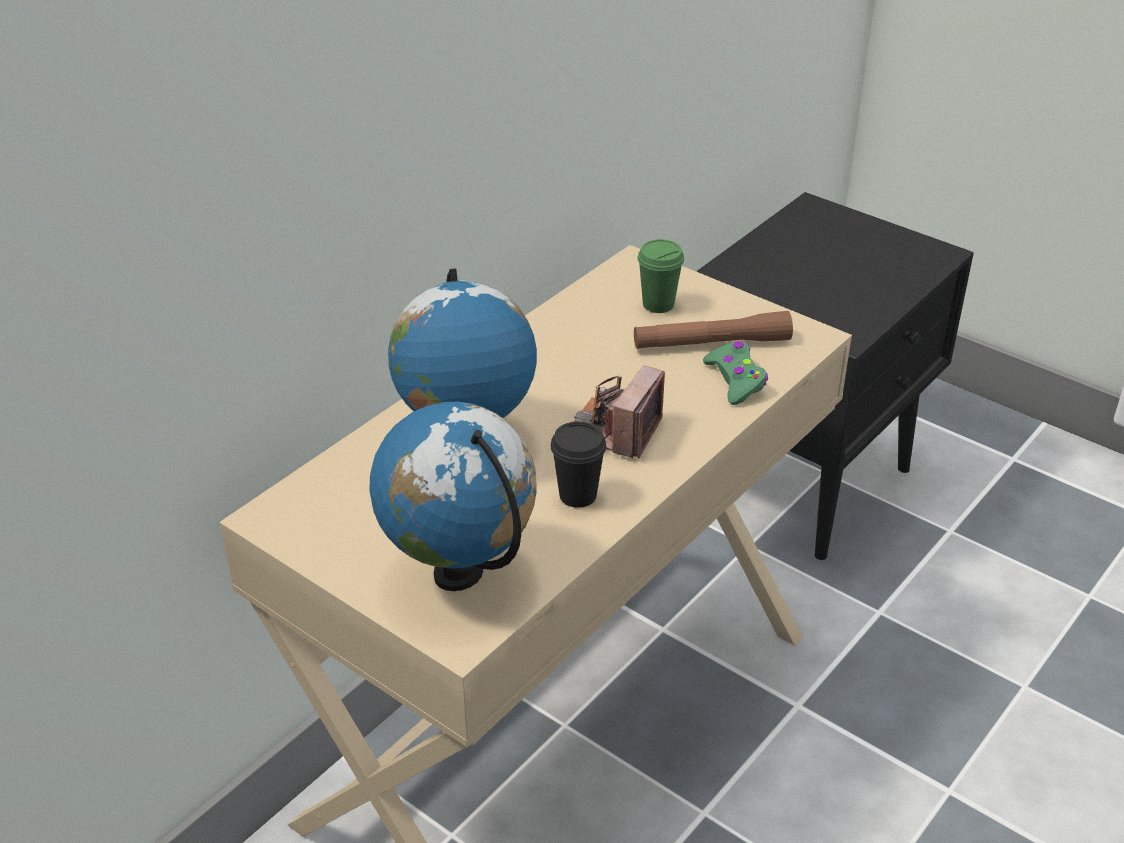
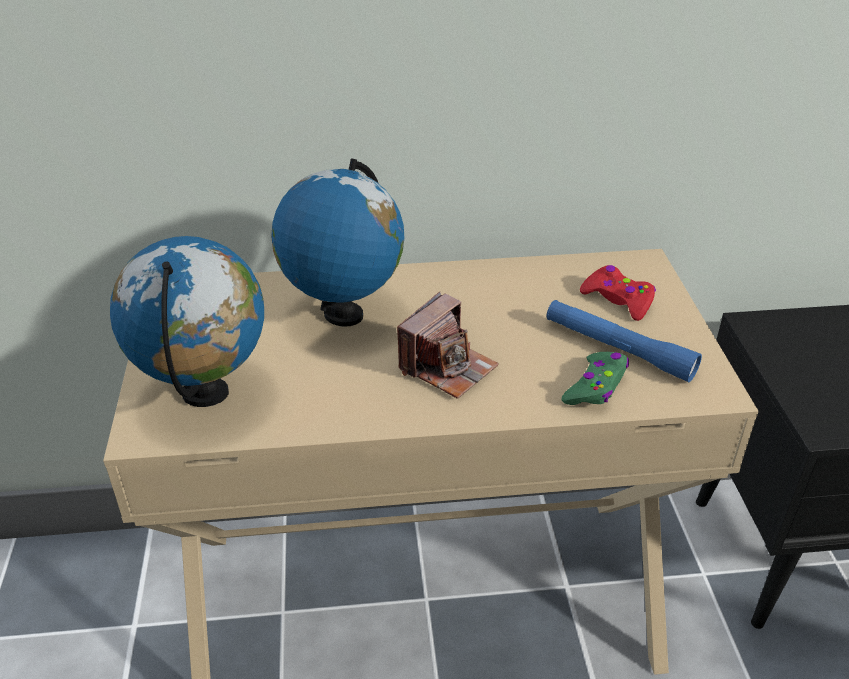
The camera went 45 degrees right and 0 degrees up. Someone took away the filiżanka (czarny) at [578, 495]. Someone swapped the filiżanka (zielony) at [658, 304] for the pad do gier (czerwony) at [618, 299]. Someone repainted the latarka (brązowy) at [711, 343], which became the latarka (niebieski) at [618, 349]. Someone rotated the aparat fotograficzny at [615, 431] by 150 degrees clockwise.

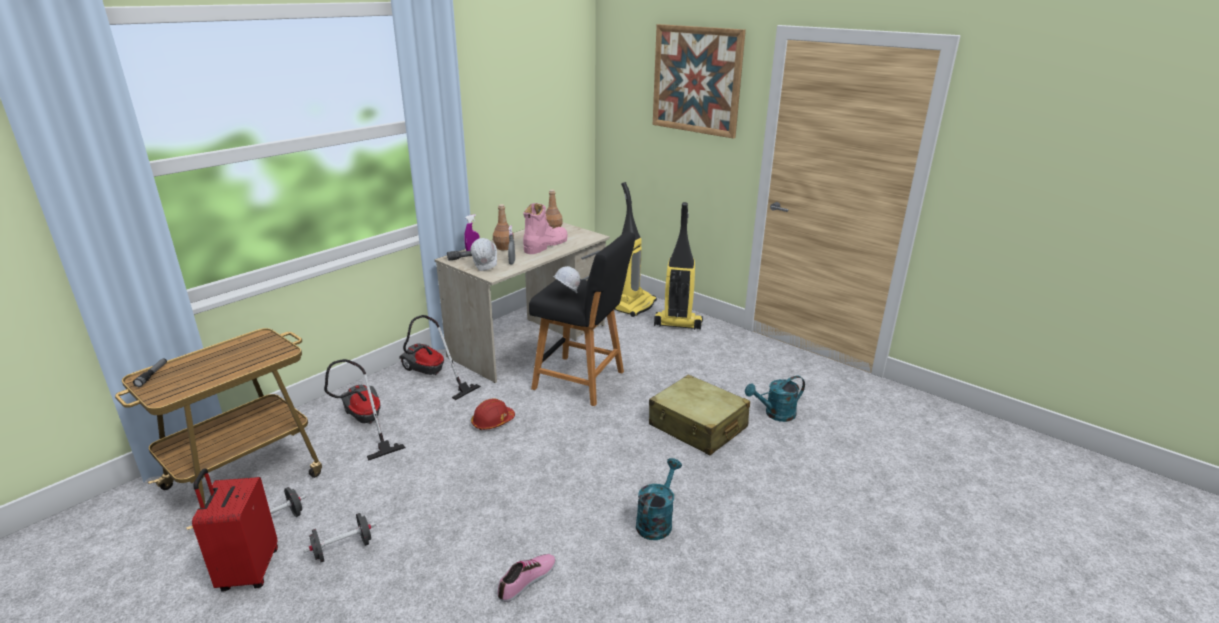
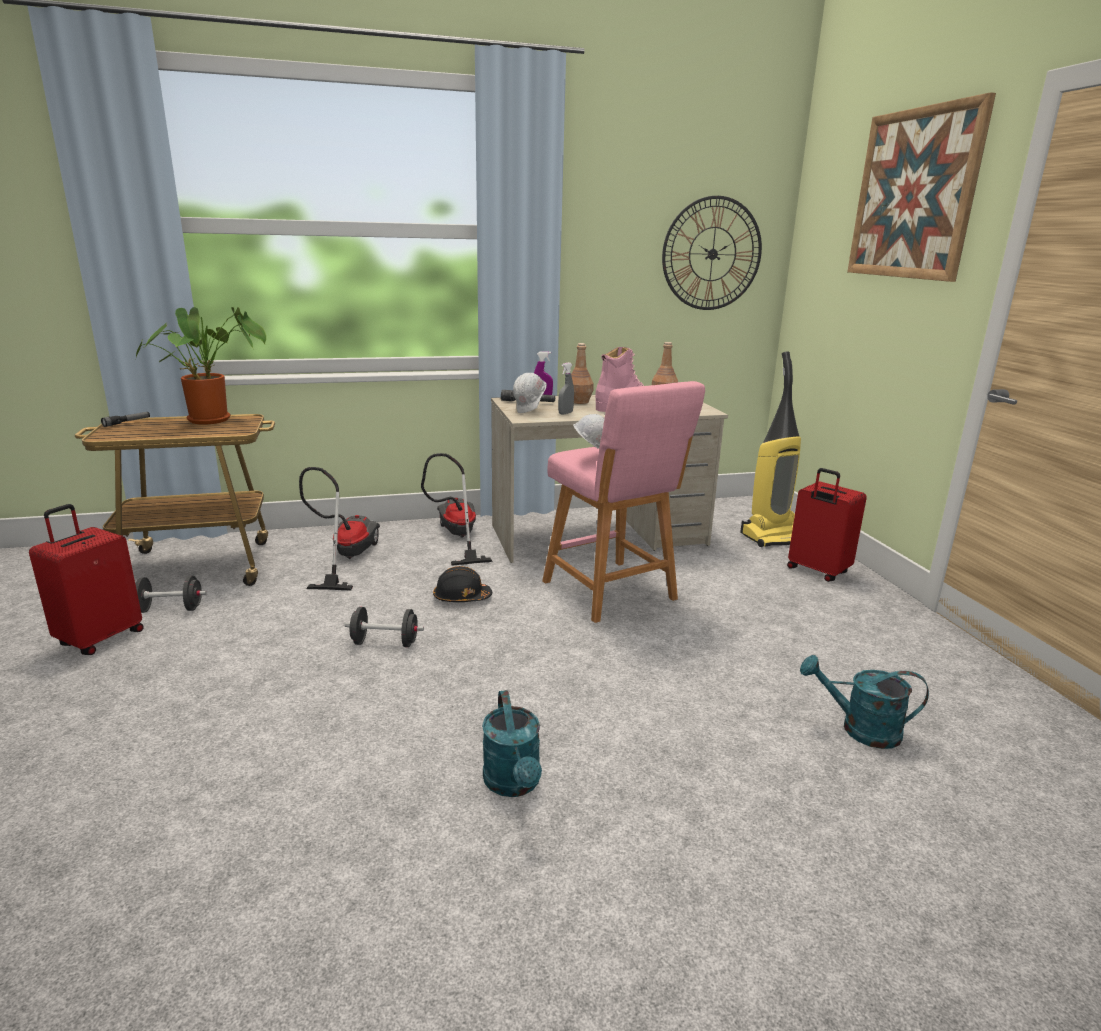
The camera went 35 degrees right and 5 degrees down. Someone took away the but at [527, 580]. Someone took away the walizka (beżowy) at [698, 426]. Someone put down the roślina doniczkowa at [214, 419]. Someone put up the zegar ścienny at [712, 254]. Someone carried the hantel (czarny) from [343, 549] to [385, 643]. Someone swapped the odkurzacz at [677, 324] for the walizka (czerwony) at [817, 571]. Someone repainted the kask (czerwony) at [493, 422], which became the kask (czarny) at [461, 598]. Someone repainted the stołek (czarny) at [583, 381], which became the stołek (różowy) at [612, 593]. Someone rotated the konewka (turkusowy) at [656, 520] by 105 degrees clockwise.

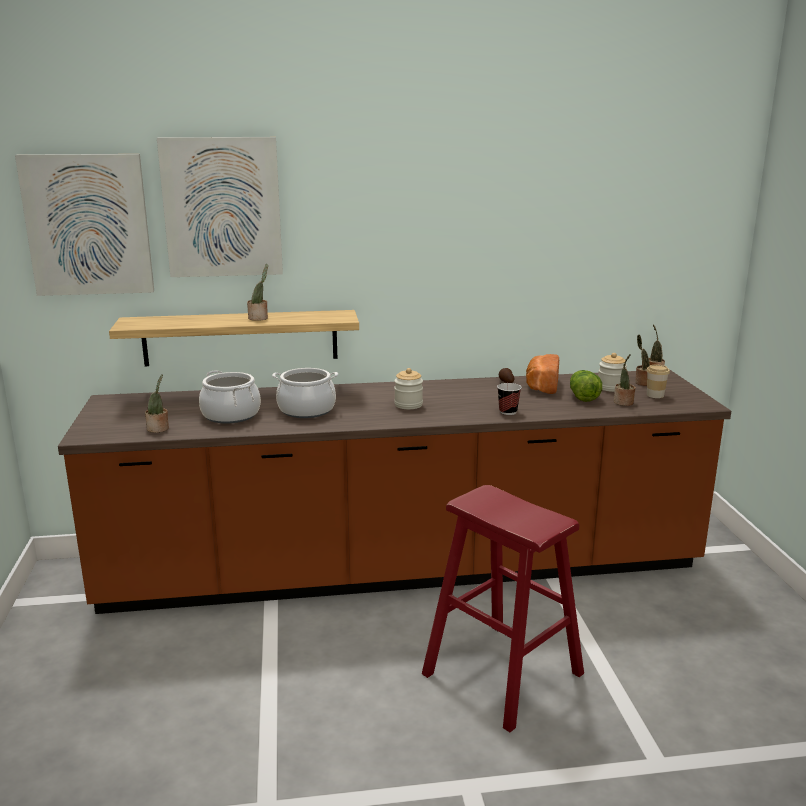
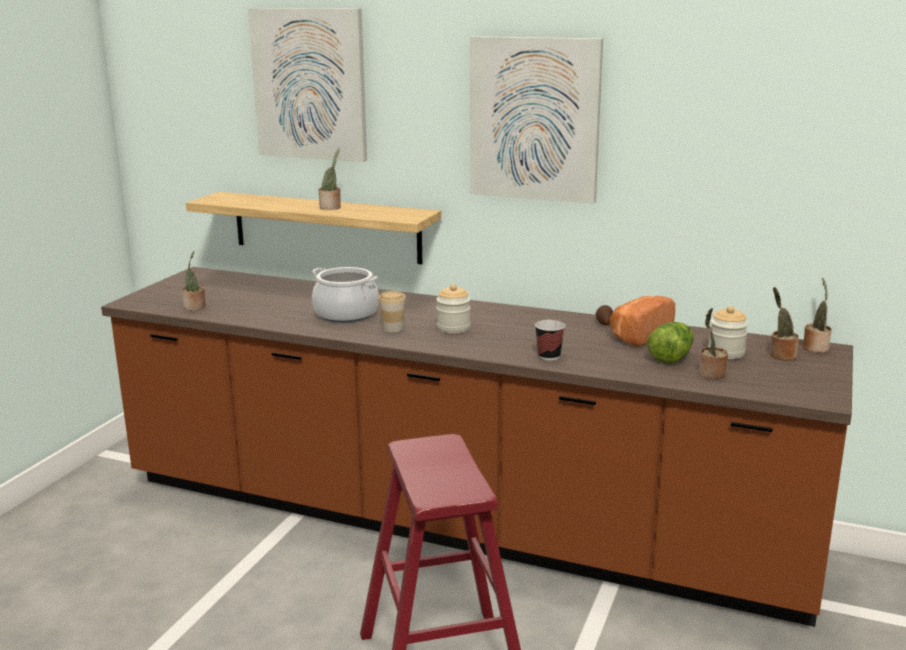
The camera went 30 degrees right and 0 degrees up. Someone took away the garnek at [231, 415]. Someone carried the obraz from [88, 225] to [534, 119]. Someone carried the filiżanka from [655, 395] to [393, 328].

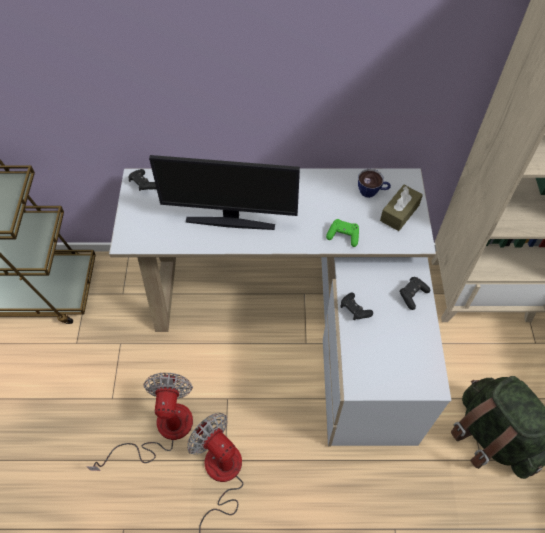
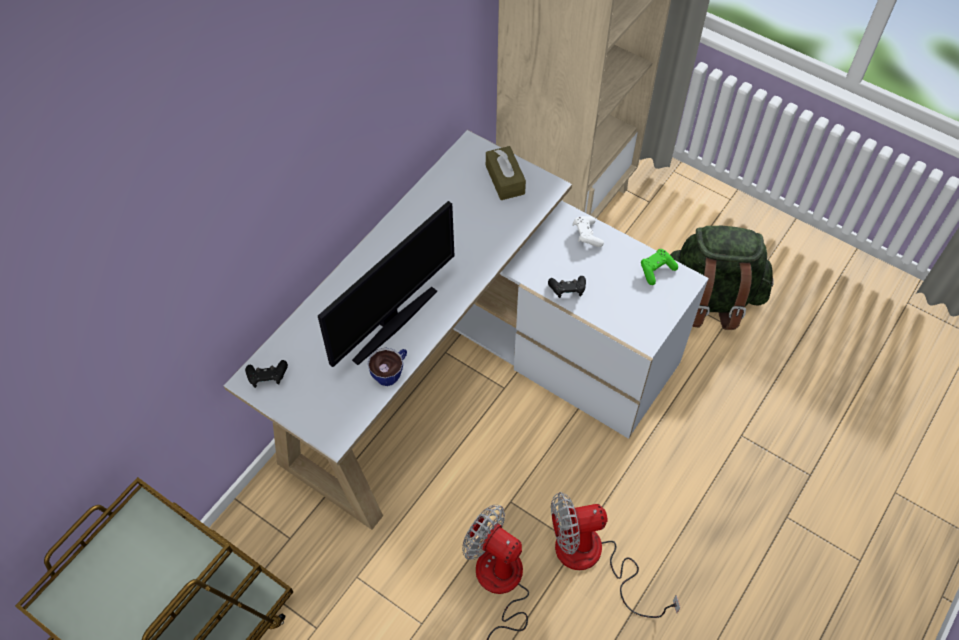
The camera went 55 degrees left and 0 degrees up. Someone carried the pad do gier (zielony) from [343, 236] to [656, 270]. Someone carried the filiżanka from [372, 191] to [391, 372]. Someone repainted the pad do gier (czarny) at [412, 295], which became the pad do gier (biały) at [586, 235].

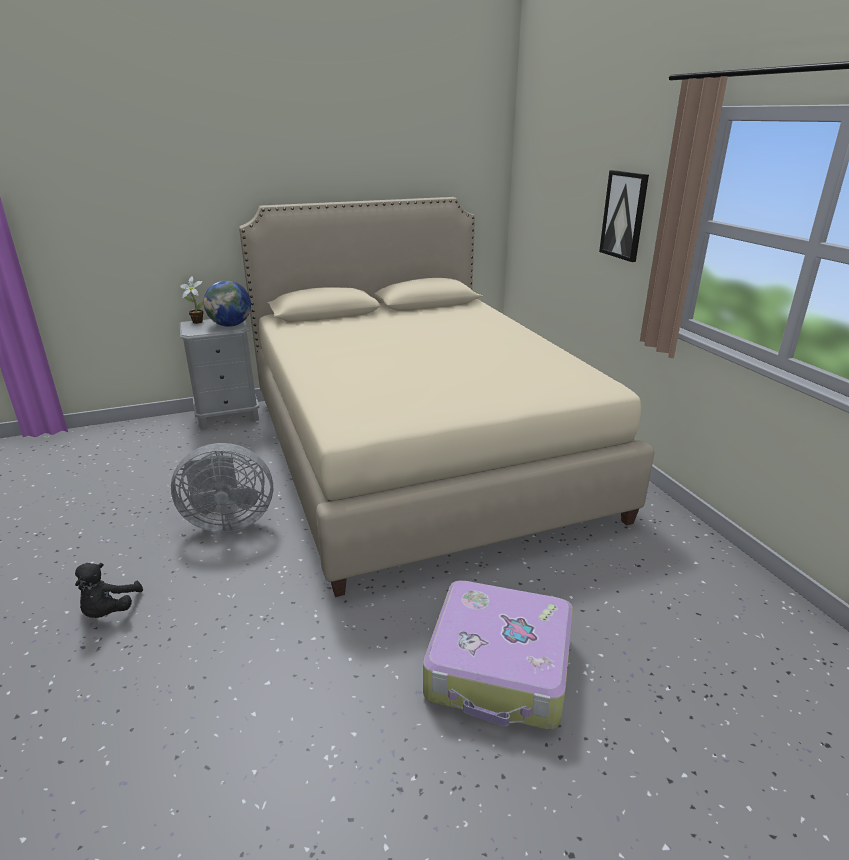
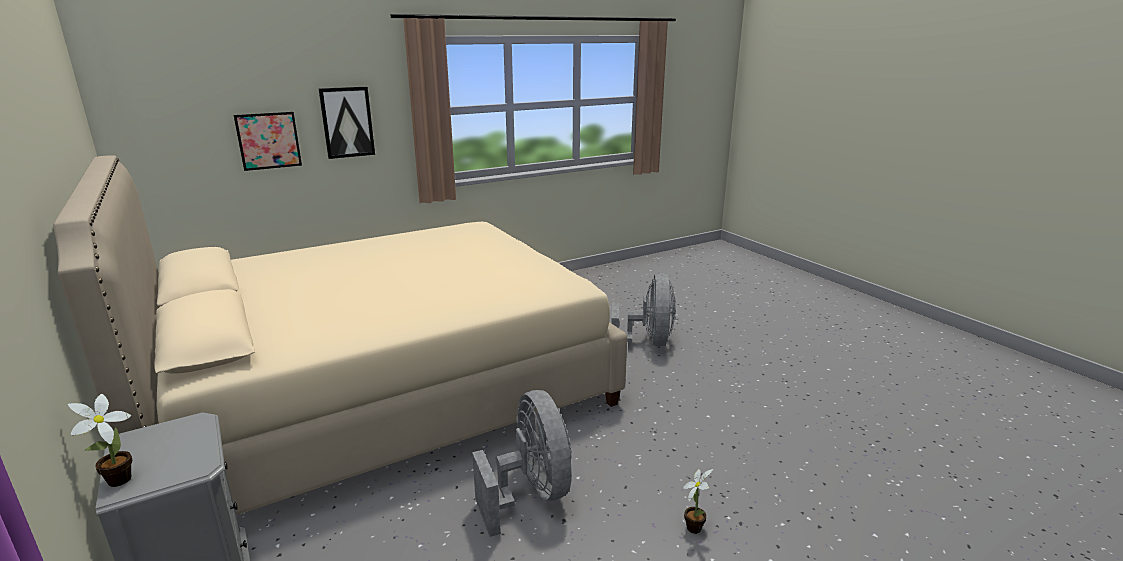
The camera went 100 degrees left and 5 degrees down. Someone took away the globus at [230, 325]. Someone put up the obraz at [268, 140]. Someone swapped the pluszak (czarny) at [109, 611] for the roślina doniczkowa at [694, 526]. Someone swapped the walizka at [500, 668] for the wentylator (szary) at [648, 343].

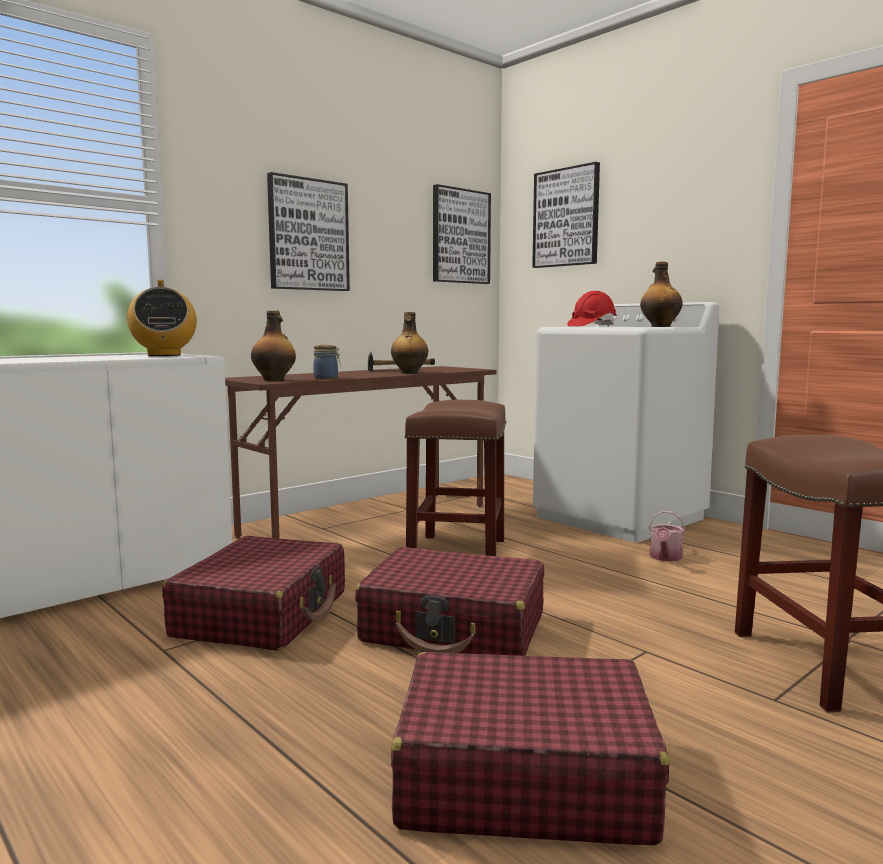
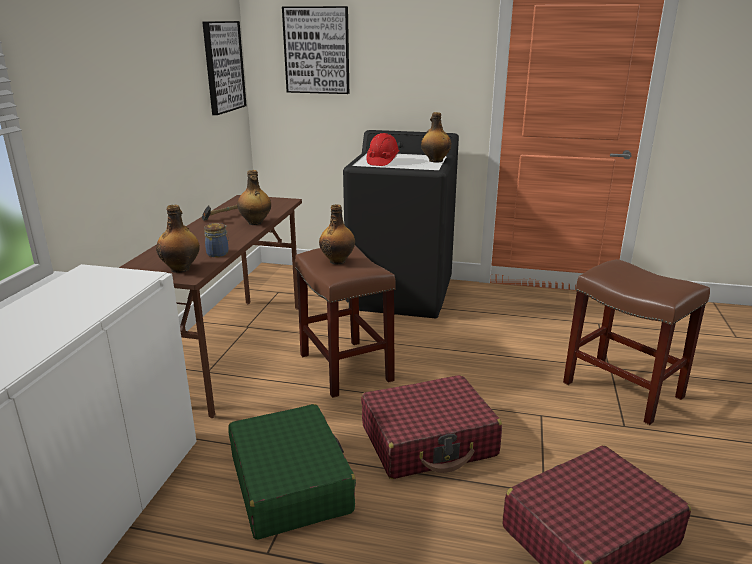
The camera went 35 degrees left and 15 degrees up. Someone took away the radio at [164, 355]. Someone took away the obraz at [308, 235]. Someone took away the konewka at [665, 558]. Someone put down the butelka at [338, 261]. Someone repainted the walizka (czerwony) at [263, 614], which became the walizka (zielony) at [290, 483]. Someone repainted the pralka (biały) at [620, 518], which became the pralka (czarny) at [401, 295].

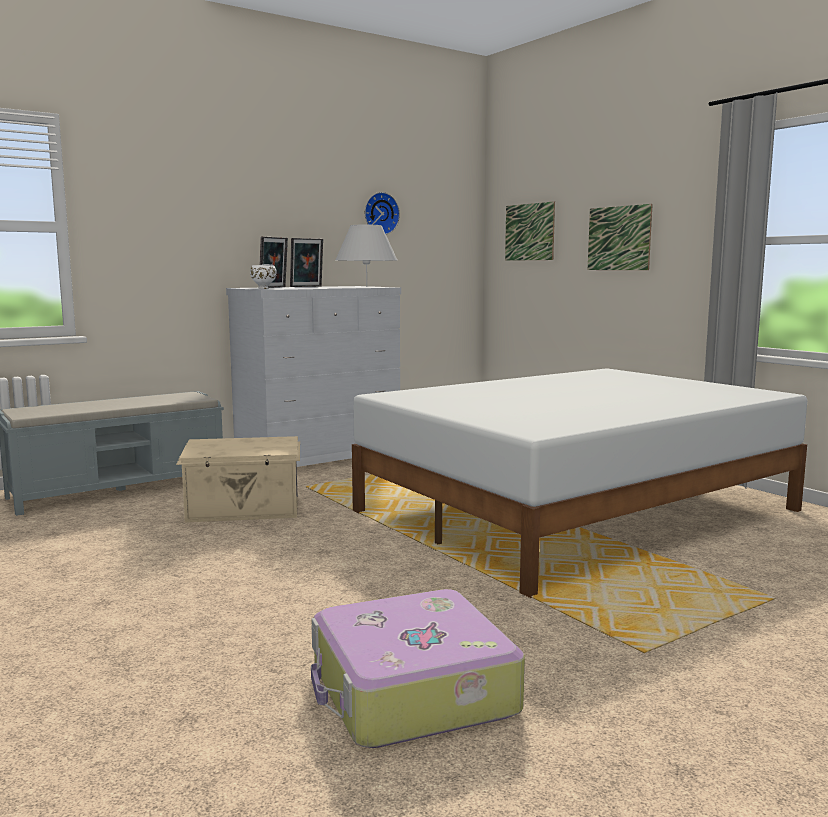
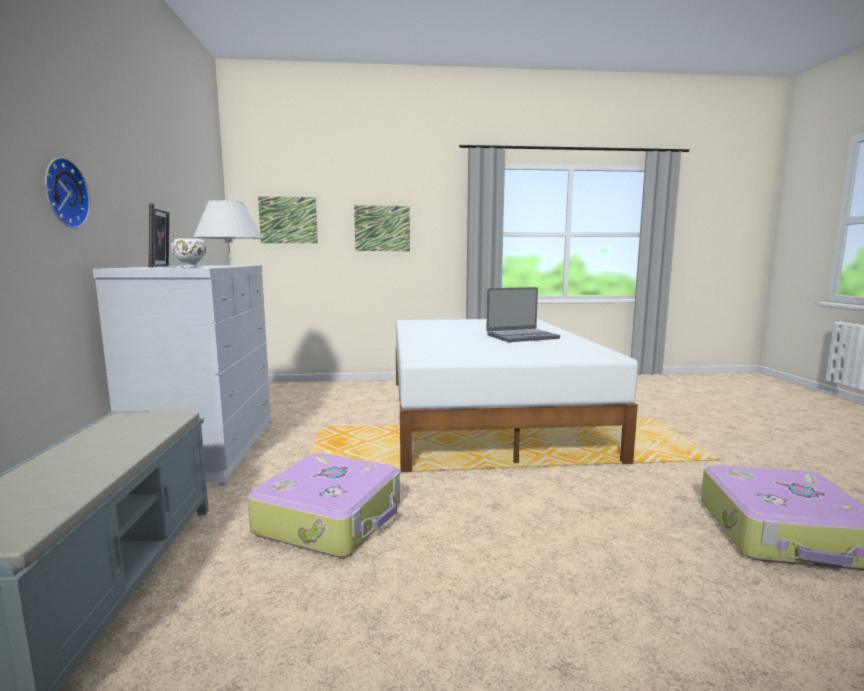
The camera went 60 degrees left and 0 degrees up. Someone put down the laptop at [522, 337]. Someone carried the zegar ścienny from [380, 213] to [62, 193]. Someone swapped the pojemnik do przechowywania (beżowy) at [244, 510] for the walizka at [331, 518].

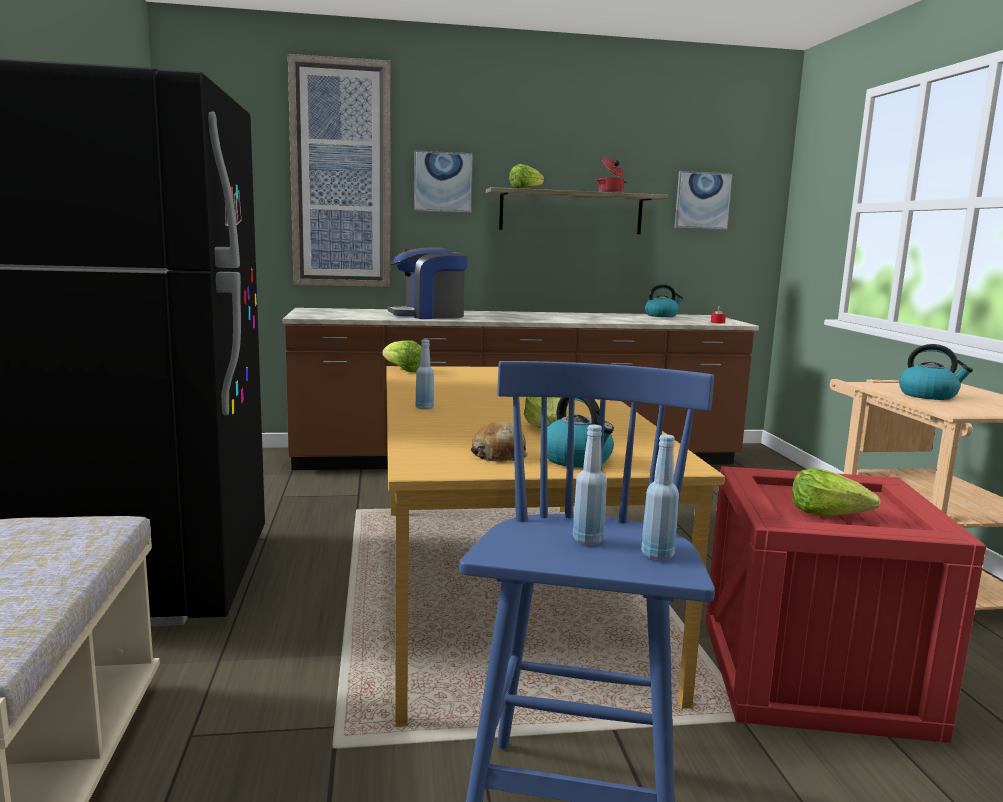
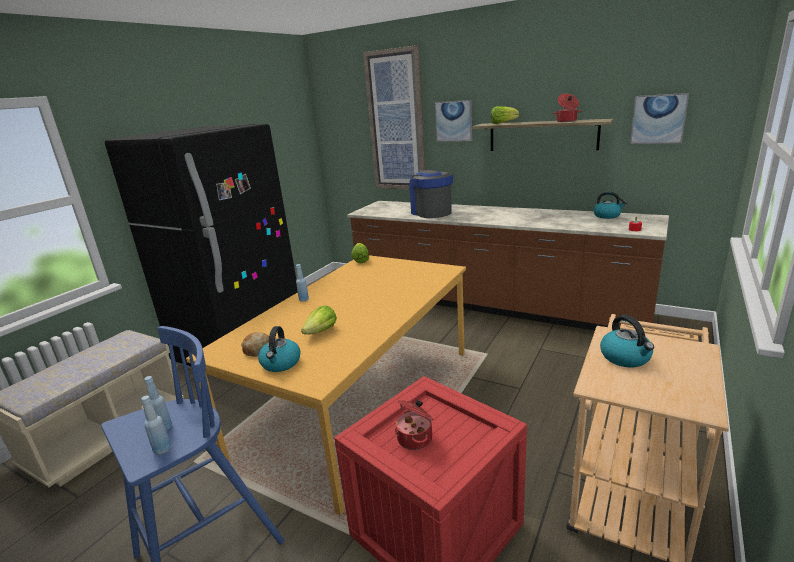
The camera went 40 degrees right and 10 degrees up. Someone swapped the sałata at [827, 514] for the garnek at [416, 438]. Someone rotated the ekspres do kawy at [428, 315] by 45 degrees clockwise.

